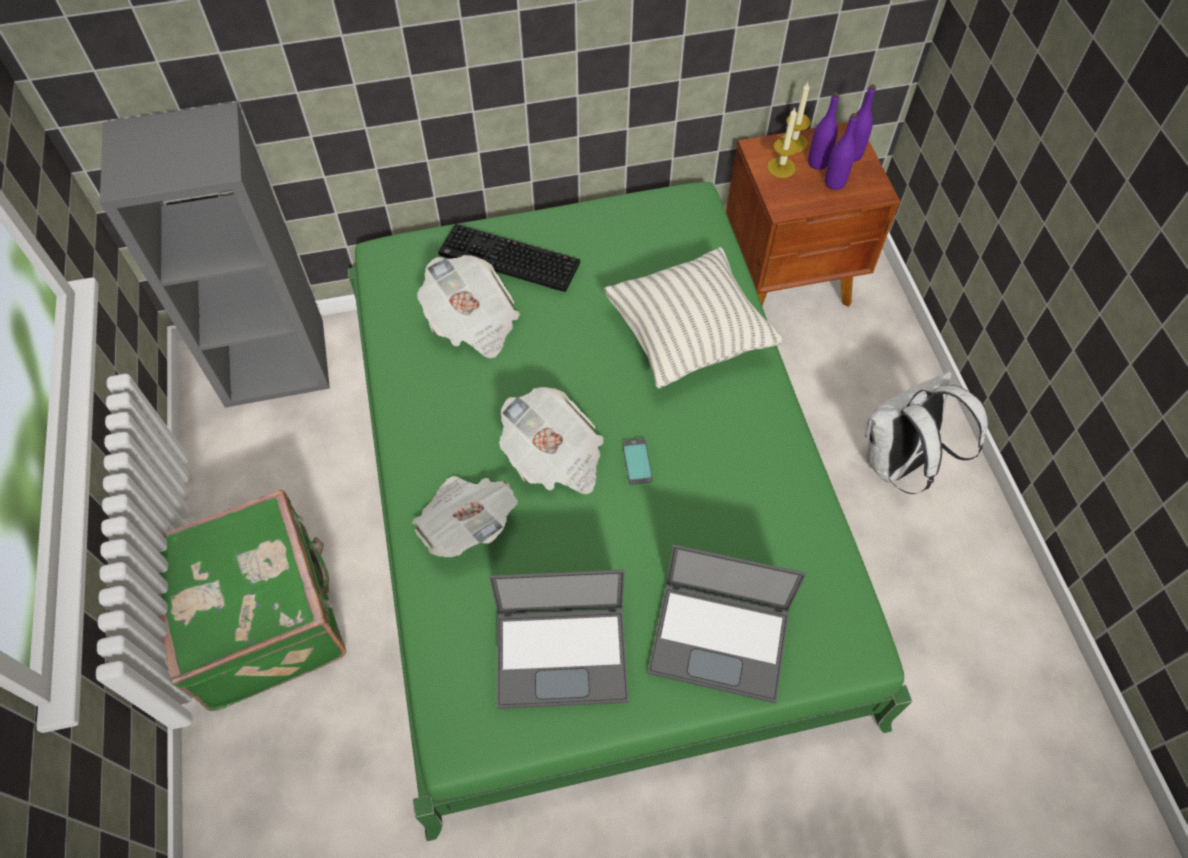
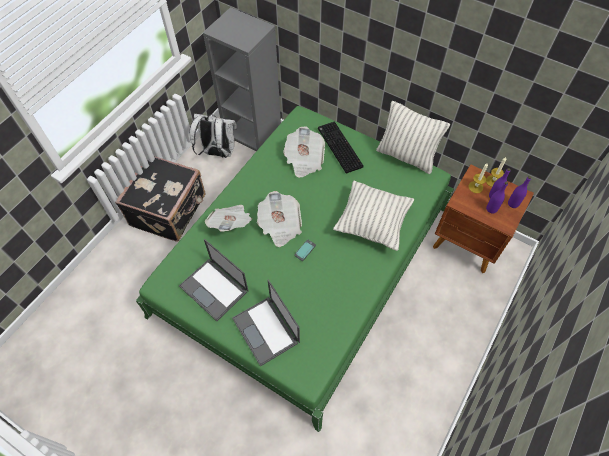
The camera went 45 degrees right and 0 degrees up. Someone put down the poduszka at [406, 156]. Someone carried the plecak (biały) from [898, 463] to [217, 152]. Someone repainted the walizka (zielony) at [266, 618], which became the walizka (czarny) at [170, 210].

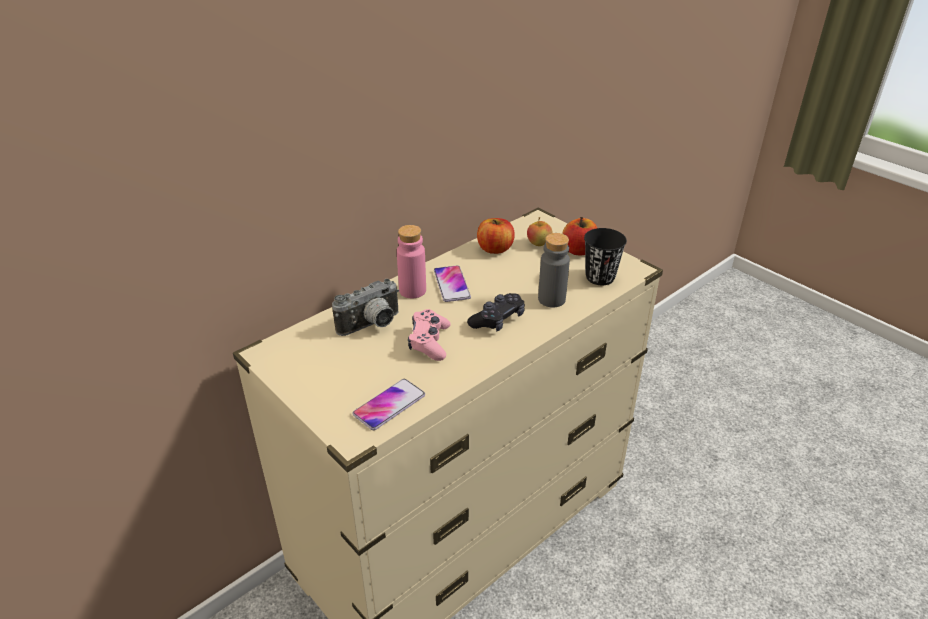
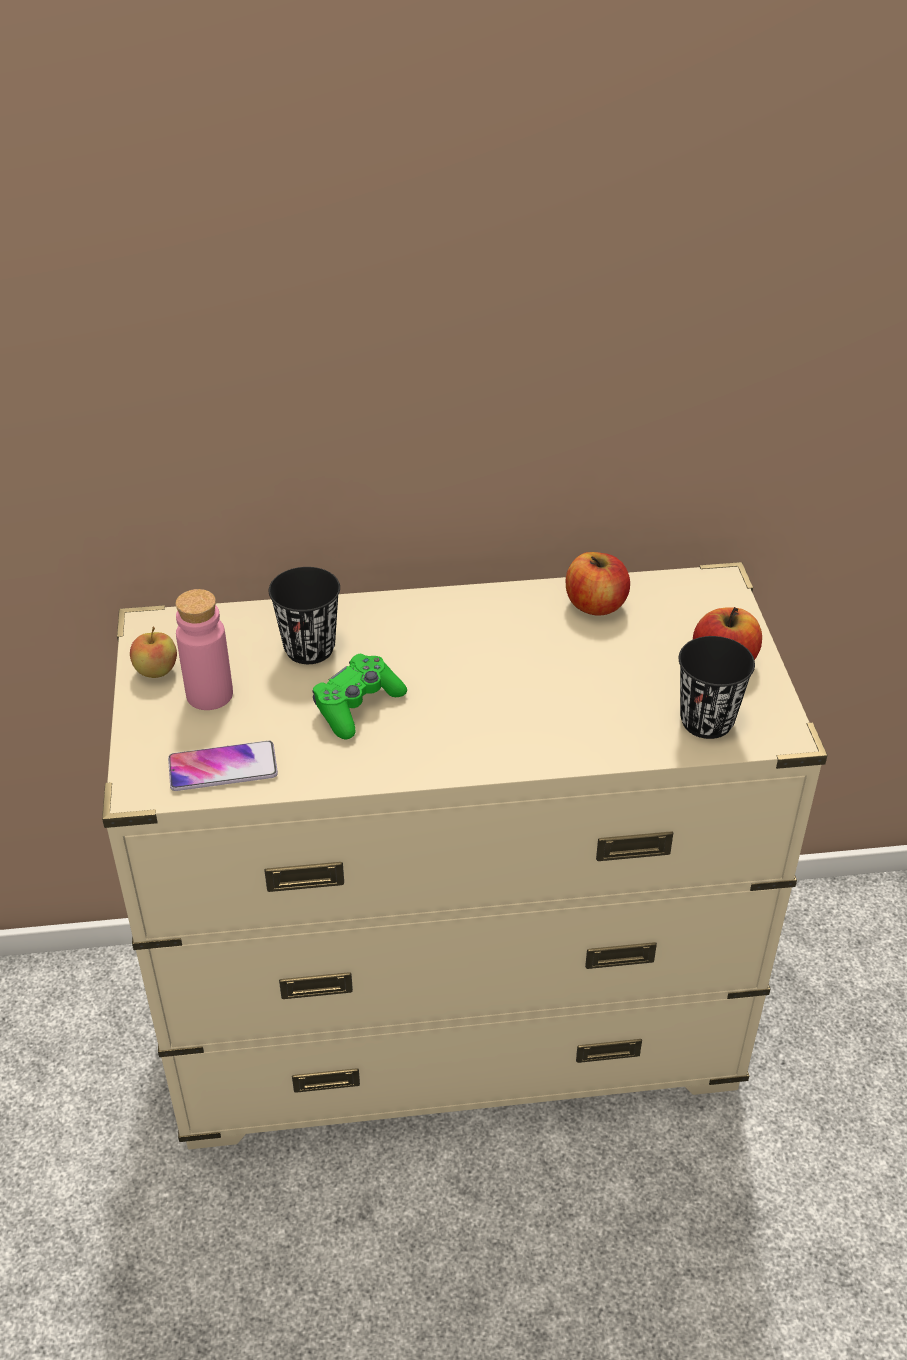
The camera went 35 degrees right and 5 degrees up. Someone took away the telefon at [451, 284]. Someone took away the pad do gier (czarny) at [497, 320]. Someone took away the butelka (szary) at [551, 299]. Someone carried the butelka (różowy) from [412, 290] to [209, 694]. Someone carried the jabłko from [538, 243] to [156, 671]. Someone swapped the aparat fotograficzny at [372, 326] for the filiżanka (czarny) at [309, 649]. Someone repainted the pad do gier (różowy) at [429, 342], which became the pad do gier (zielony) at [357, 706].

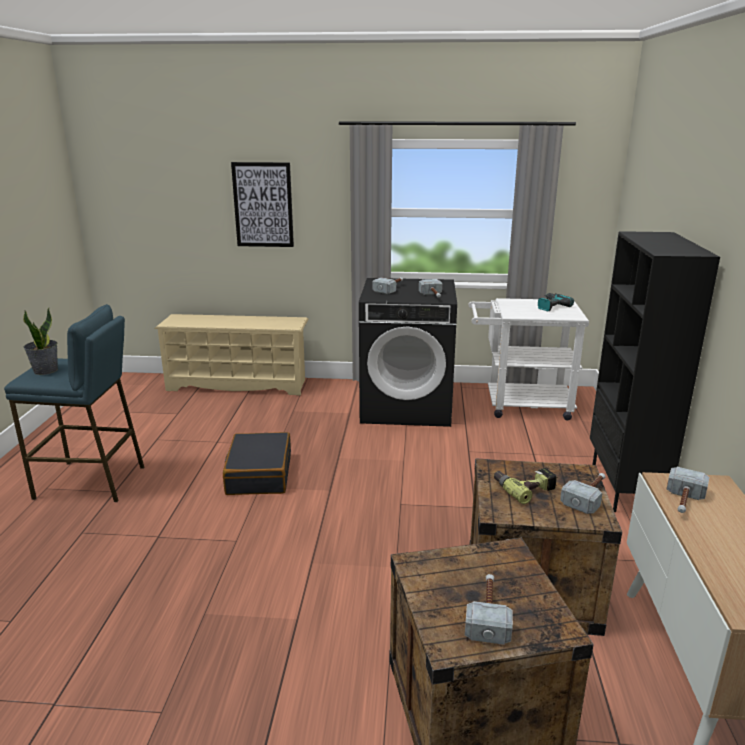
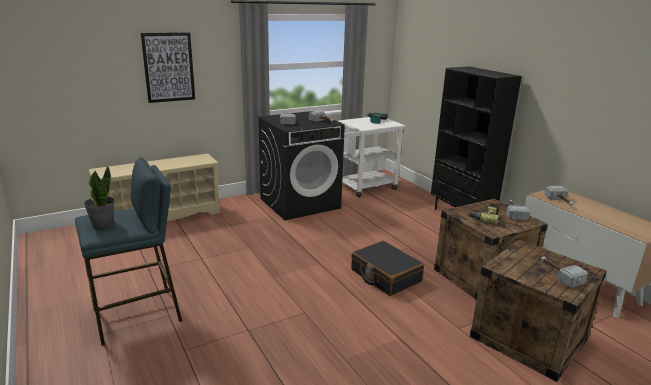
The camera went 35 degrees left and 0 degrees up. Someone carried the walizka (czarny) from [259, 474] to [385, 276].

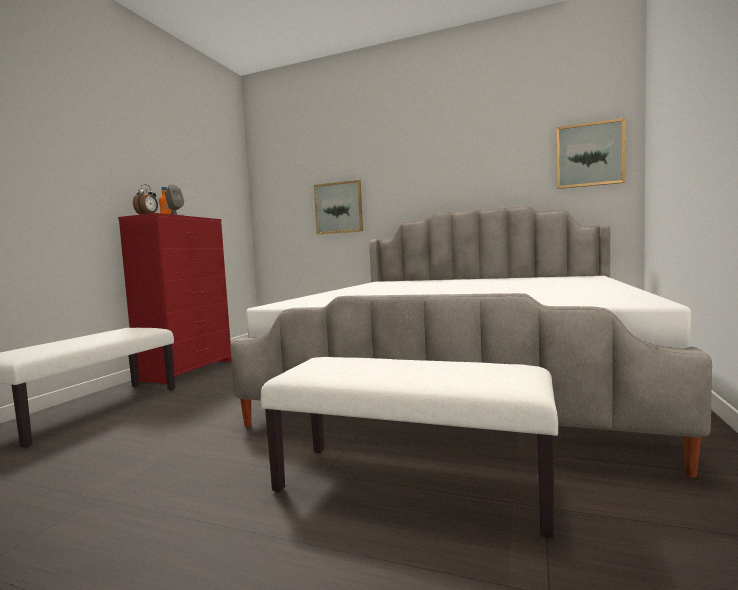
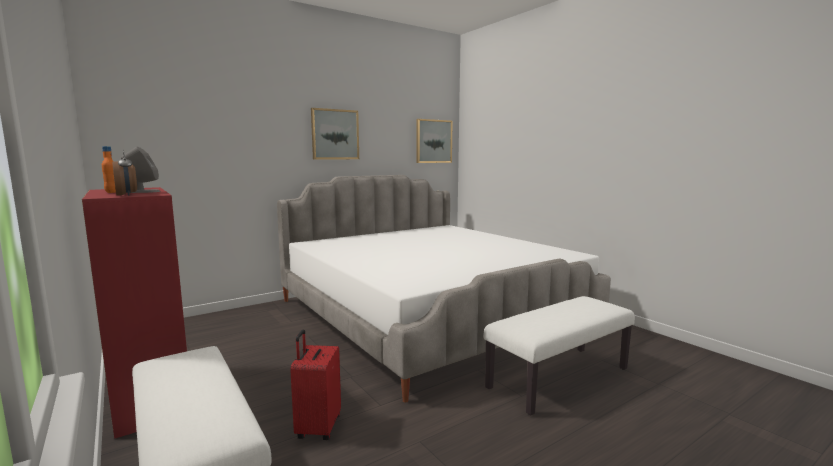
The camera went 55 degrees left and 5 degrees up. Someone put down the walizka (czerwony) at [317, 428]. Someone carried the obraz from [338, 208] to [335, 134].

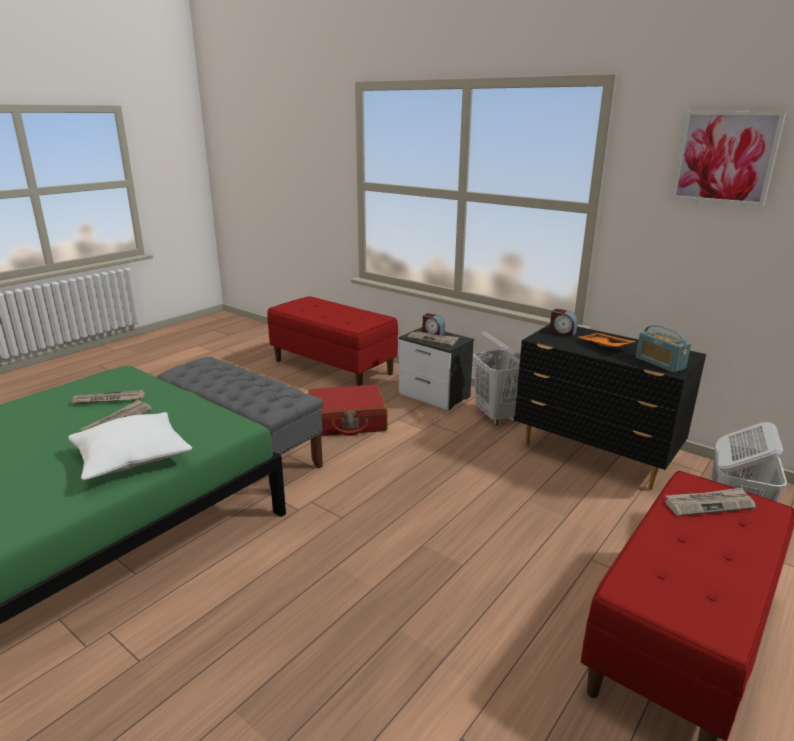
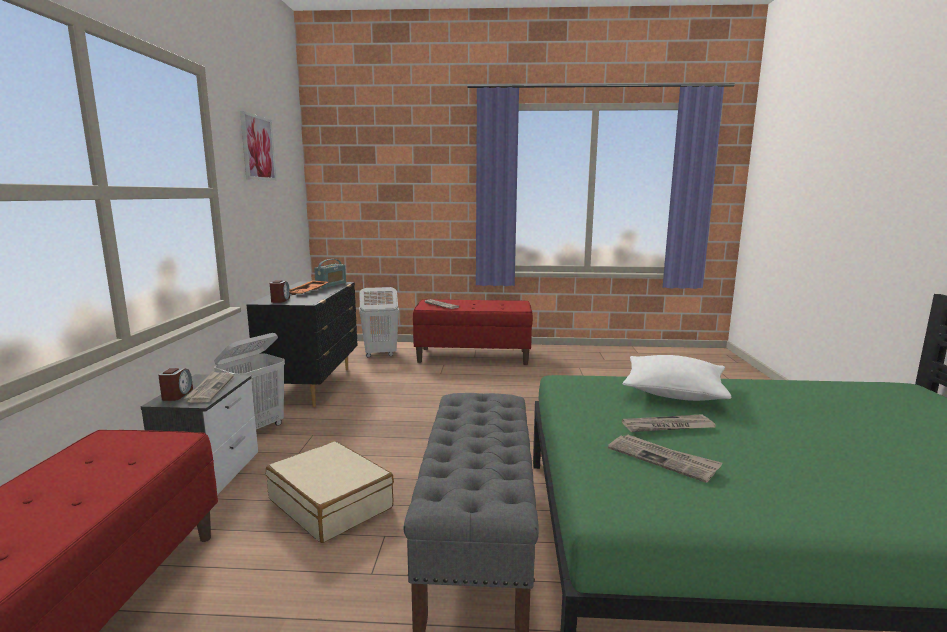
The camera went 125 degrees left and 10 degrees down. Someone repainted the walizka (czerwony) at [347, 421], which became the walizka (beżowy) at [331, 503].

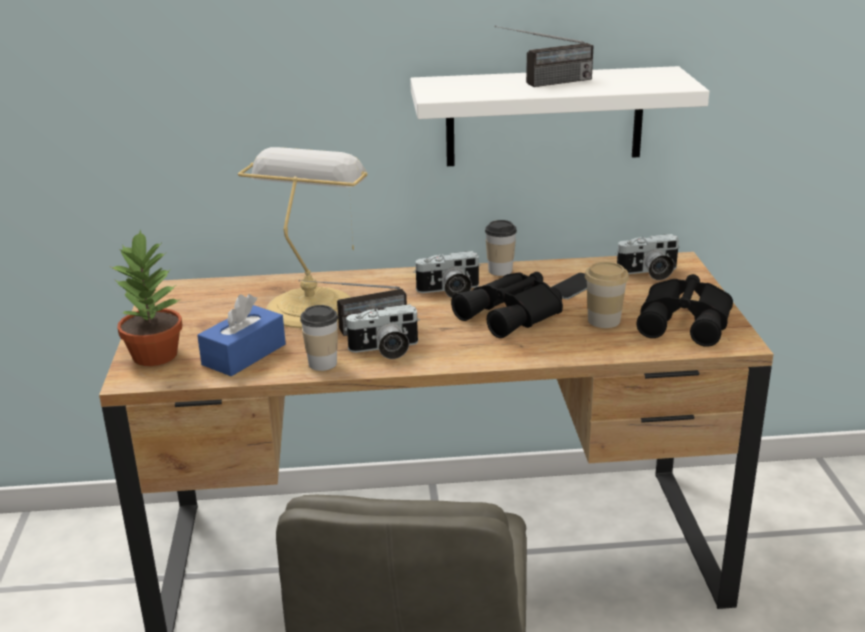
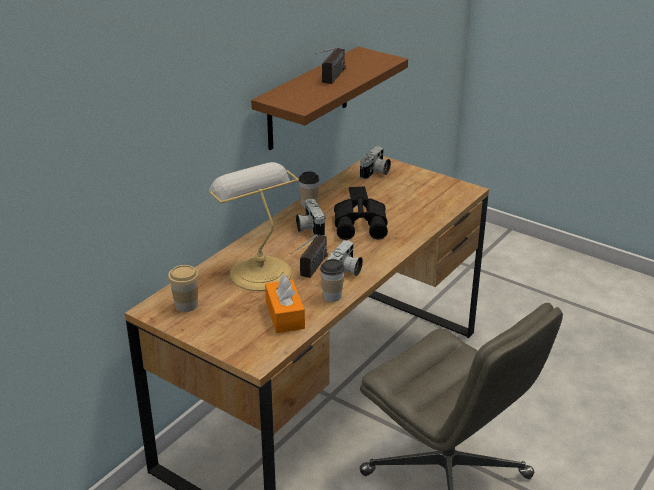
The camera went 50 degrees left and 5 degrees up. Someone took away the roślina doniczkowa at [156, 355]. Someone took away the lornetka (czarny) at [686, 321]. Someone carried the filiżanka from [604, 320] to [186, 305]. Someone repainted the pudełko chusteczek (niebieski) at [244, 354], which became the pudełko chusteczek (pomarańczowy) at [285, 315]. Someone repainted the półka (biały) at [544, 117], which became the półka (brązowy) at [308, 99]. Someone rotated the aparat fotograficzny at [449, 291] by 135 degrees clockwise.

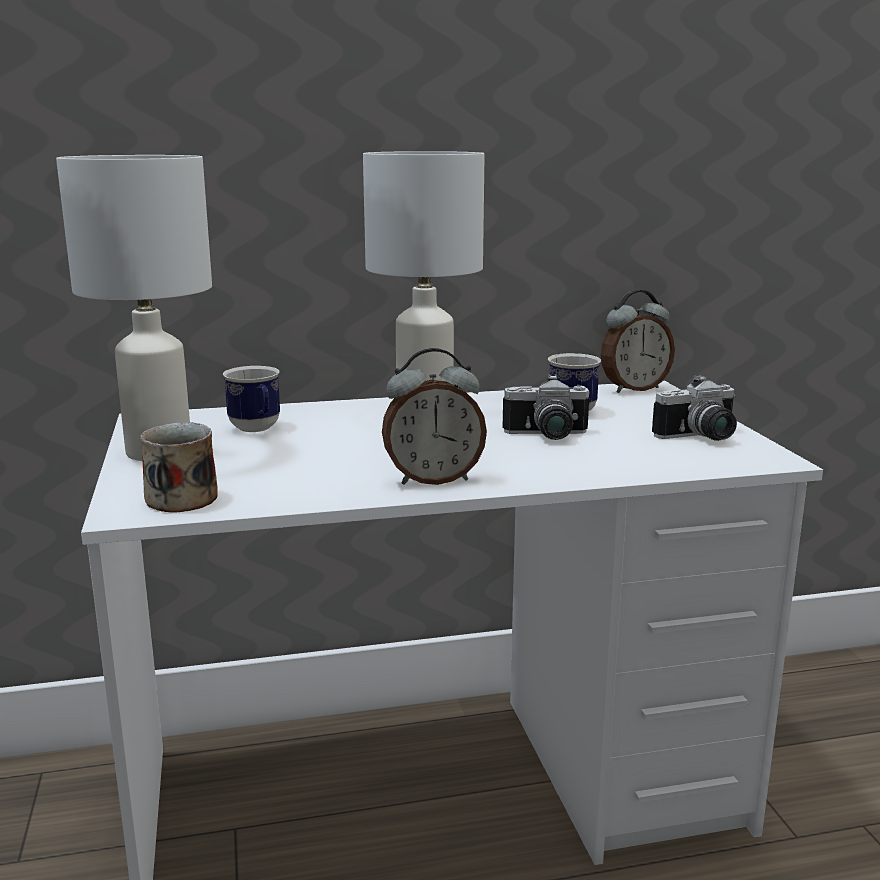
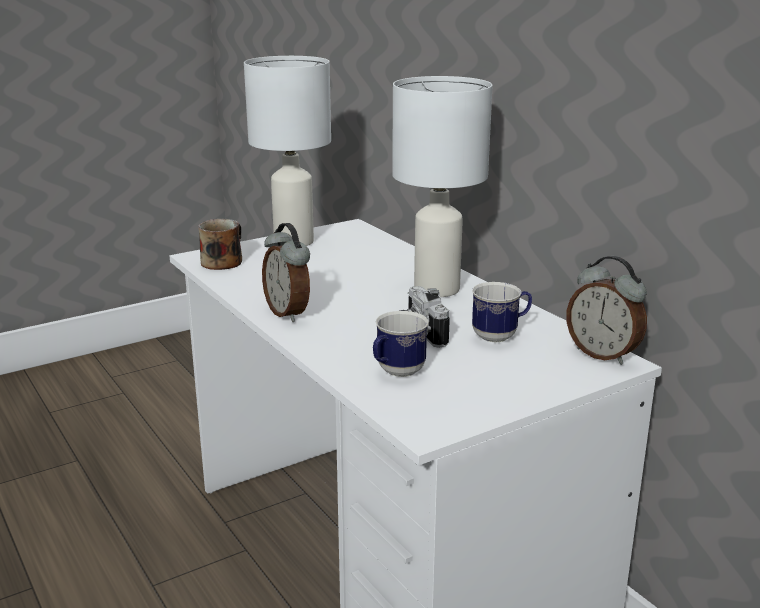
The camera went 70 degrees right and 5 degrees up. Someone took away the aparat fotograficzny at [701, 437]. Someone carried the kubek from [257, 429] to [396, 372].

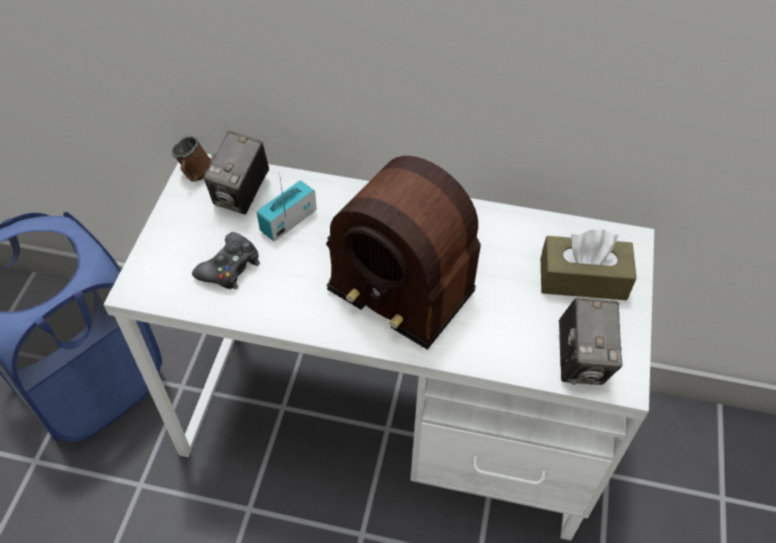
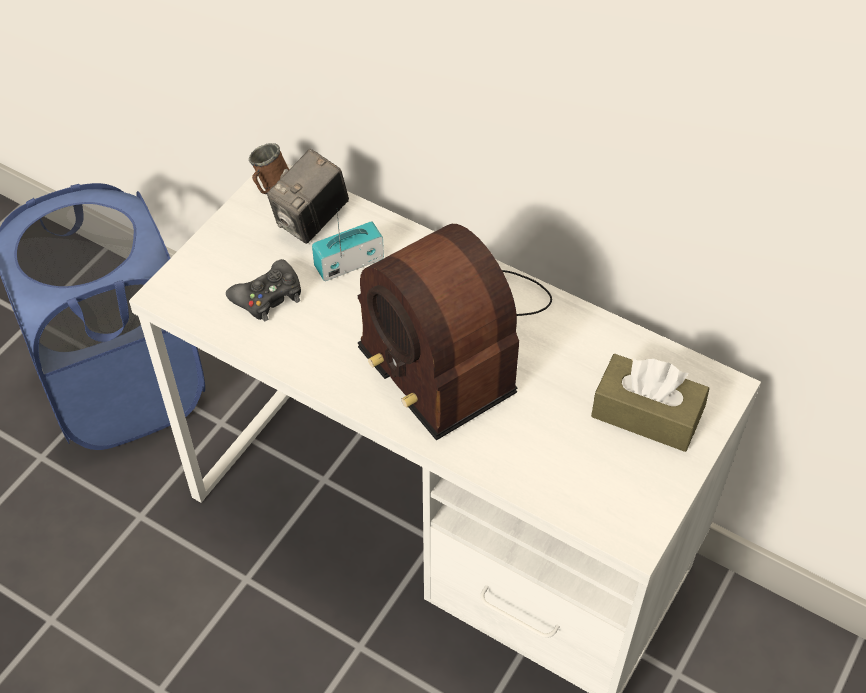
The camera went 20 degrees right and 0 degrees up. Someone took away the aparat fotograficzny at [581, 361].

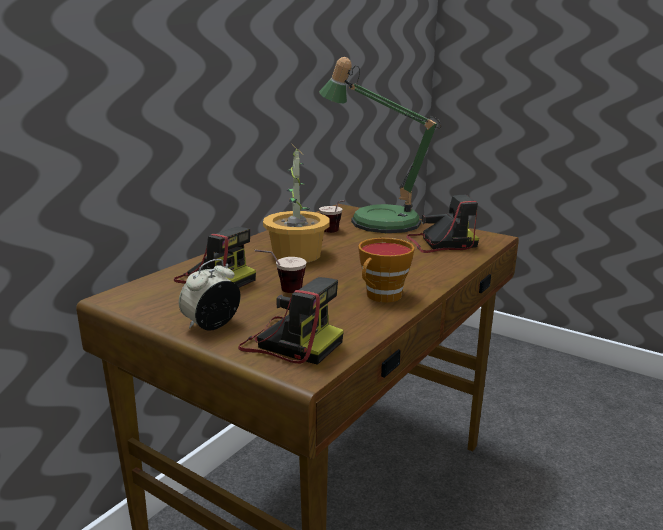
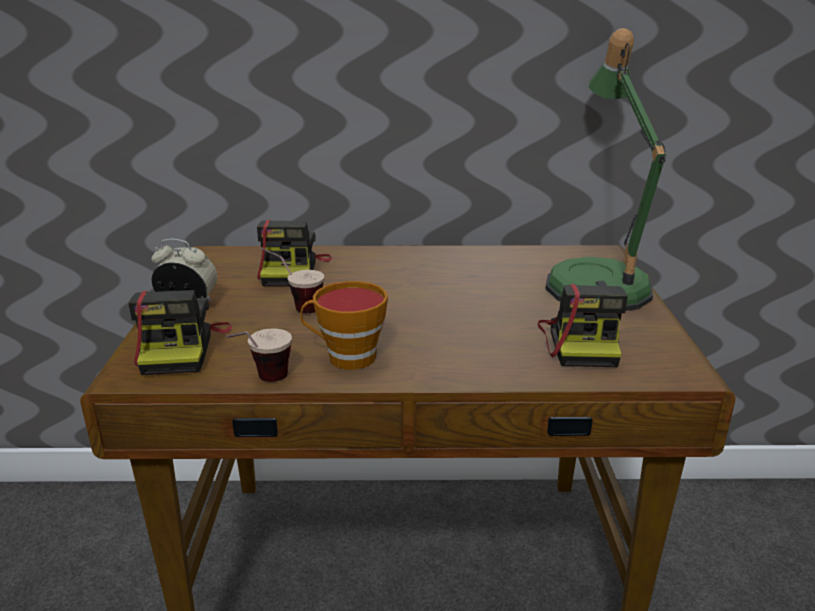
The camera went 55 degrees right and 5 degrees up. Someone took away the roślina doniczkowa at [296, 255]. Someone carried the filiżanka from [334, 233] to [262, 383]. Someone rotated the aparat fotograficzny at [440, 243] by 45 degrees clockwise.

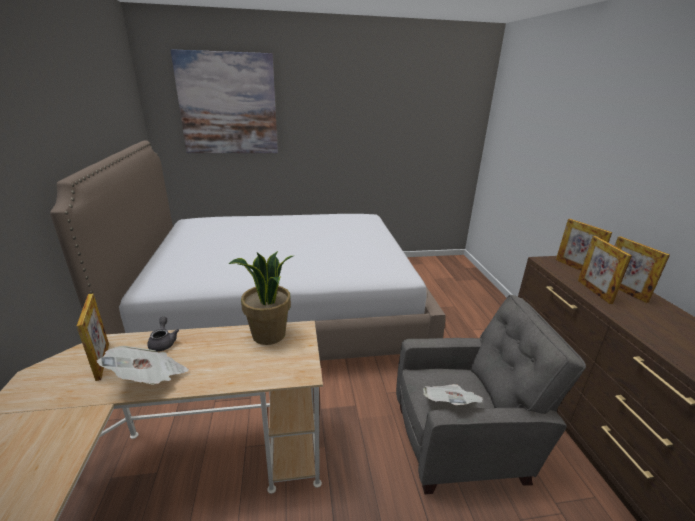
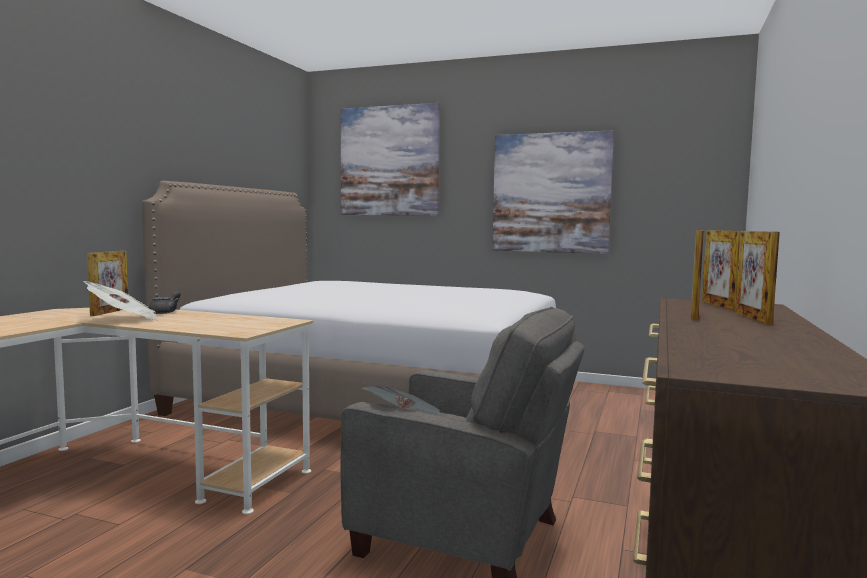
The camera went 30 degrees right and 20 degrees down. Someone took away the roślina doniczkowa at [269, 335]. Someone put up the obraz at [551, 193].

